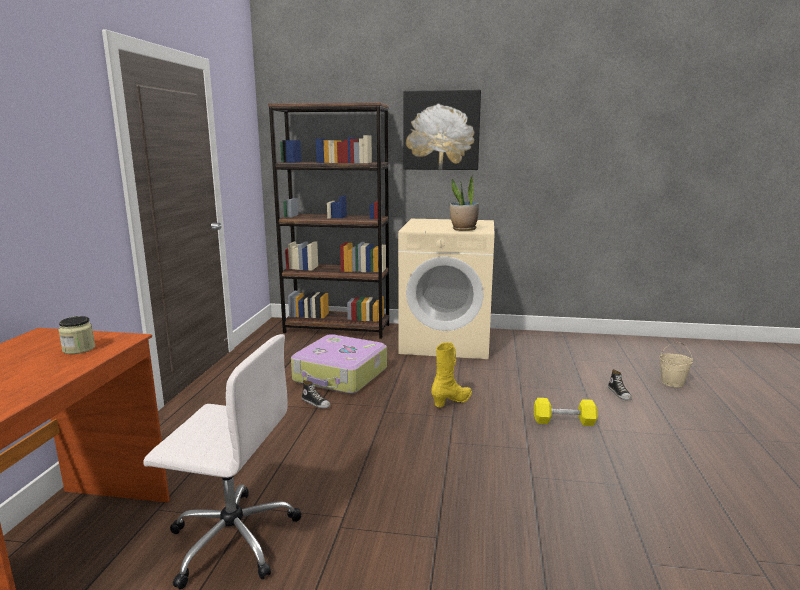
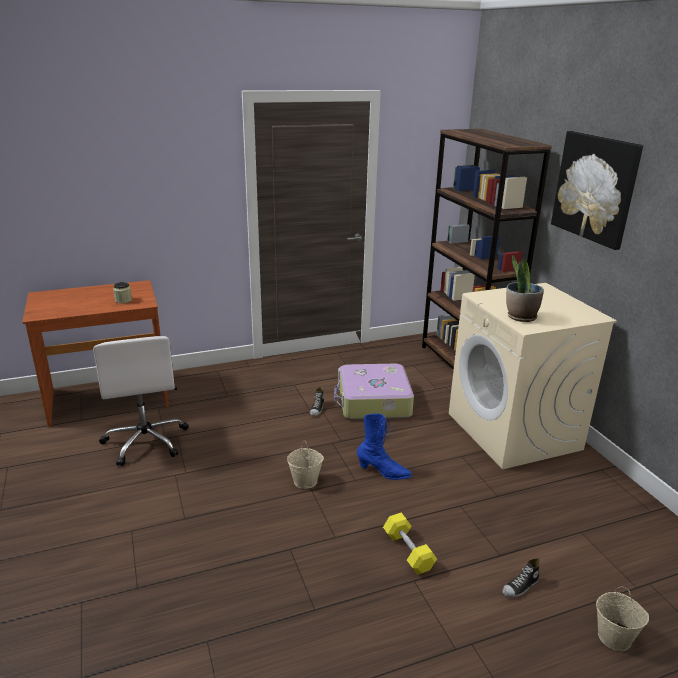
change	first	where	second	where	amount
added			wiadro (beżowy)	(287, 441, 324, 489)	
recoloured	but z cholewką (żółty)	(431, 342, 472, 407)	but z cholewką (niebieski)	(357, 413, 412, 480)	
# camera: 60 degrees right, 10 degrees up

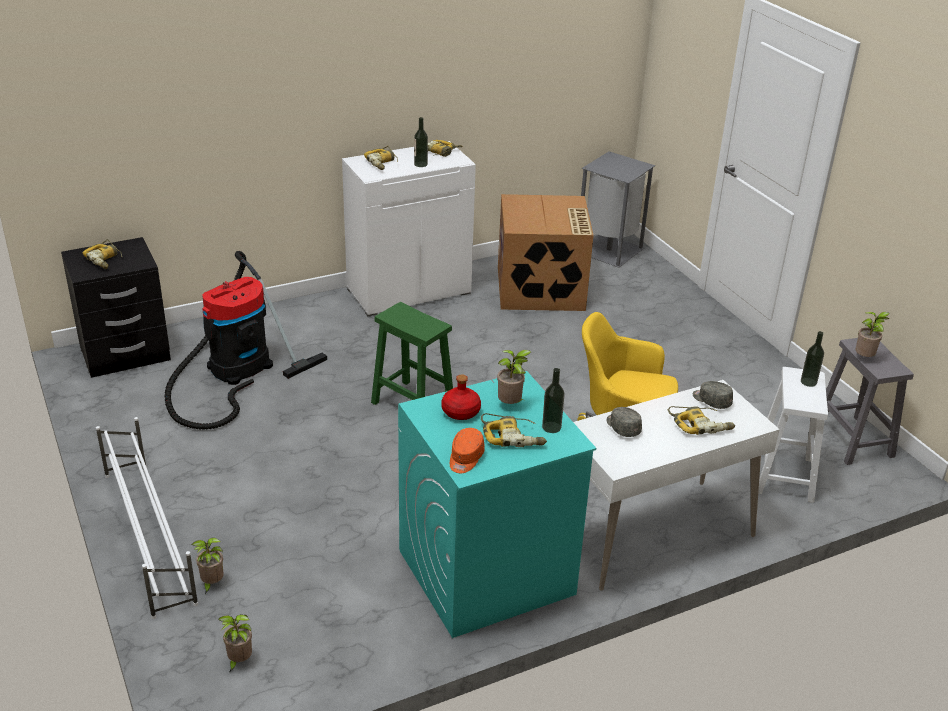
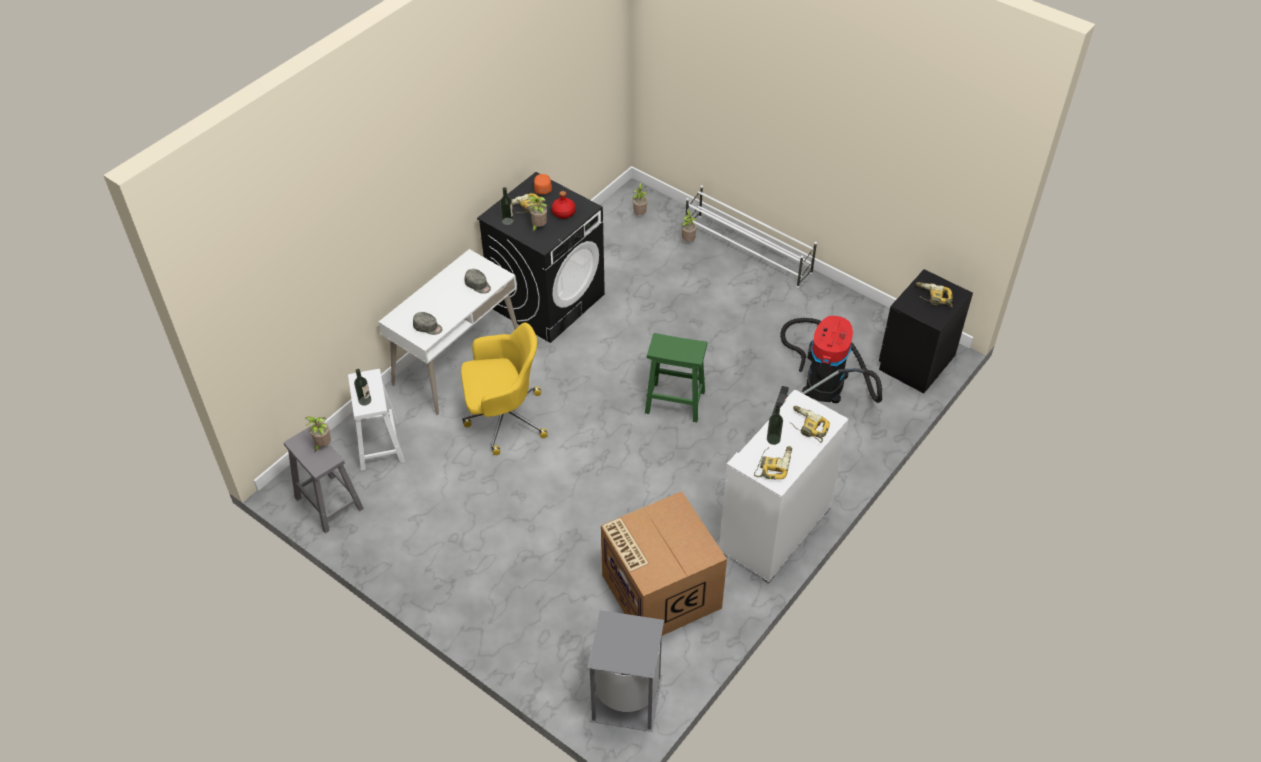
change	first	where	second	where	amount
recoloured	pralka (turkusowy)	(398, 371, 596, 638)	pralka (czarny)	(477, 172, 605, 343)	
removed	wiertarka	(668, 406, 735, 435)			
# camera: 155 degrees right, 15 degrees up

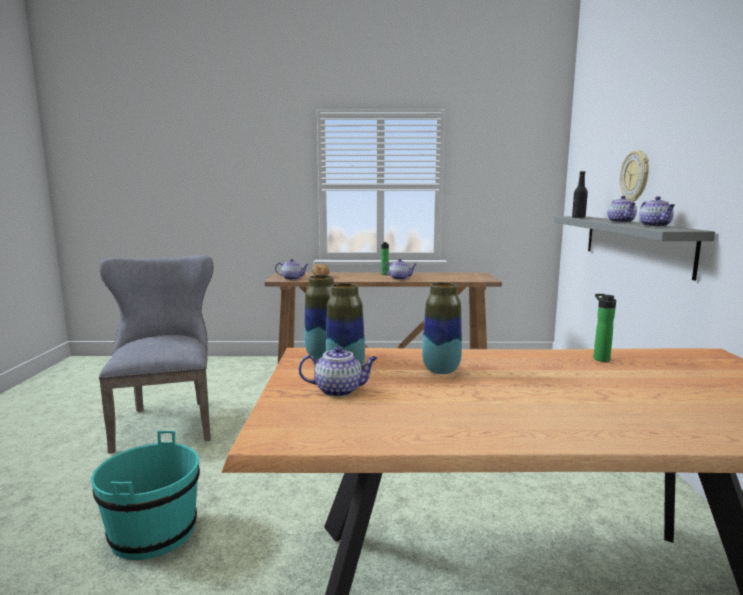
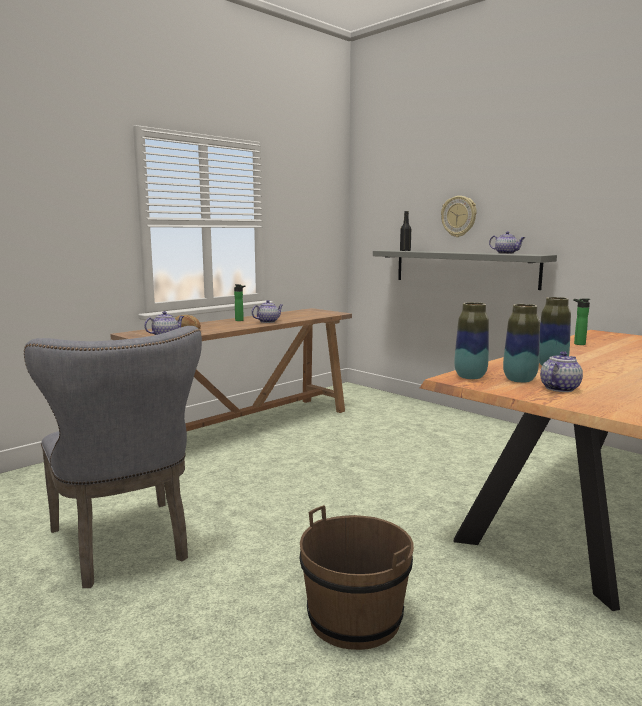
change	first	where	second	where	amount
turned	krzesło (szary)	(99, 255, 213, 454)		(24, 326, 202, 588)	150 degrees counterclockwise
recoloured	wiadro (turkusowy)	(91, 431, 200, 560)	wiadro (brązowy)	(299, 505, 414, 650)	
removed	imbryk	(607, 196, 637, 223)			
# camera: 45 degrees left, 0 degrees up

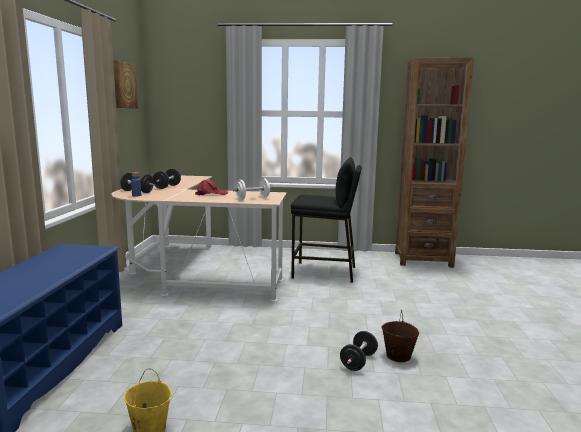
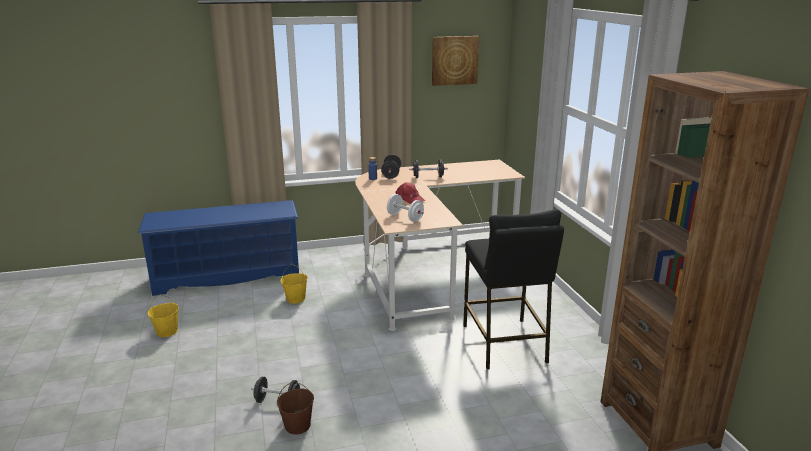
change	first	where	second	where	amount
added			wiadro (żółty)	(281, 264, 308, 304)	
# camera: 70 degrees right, 10 degrees up

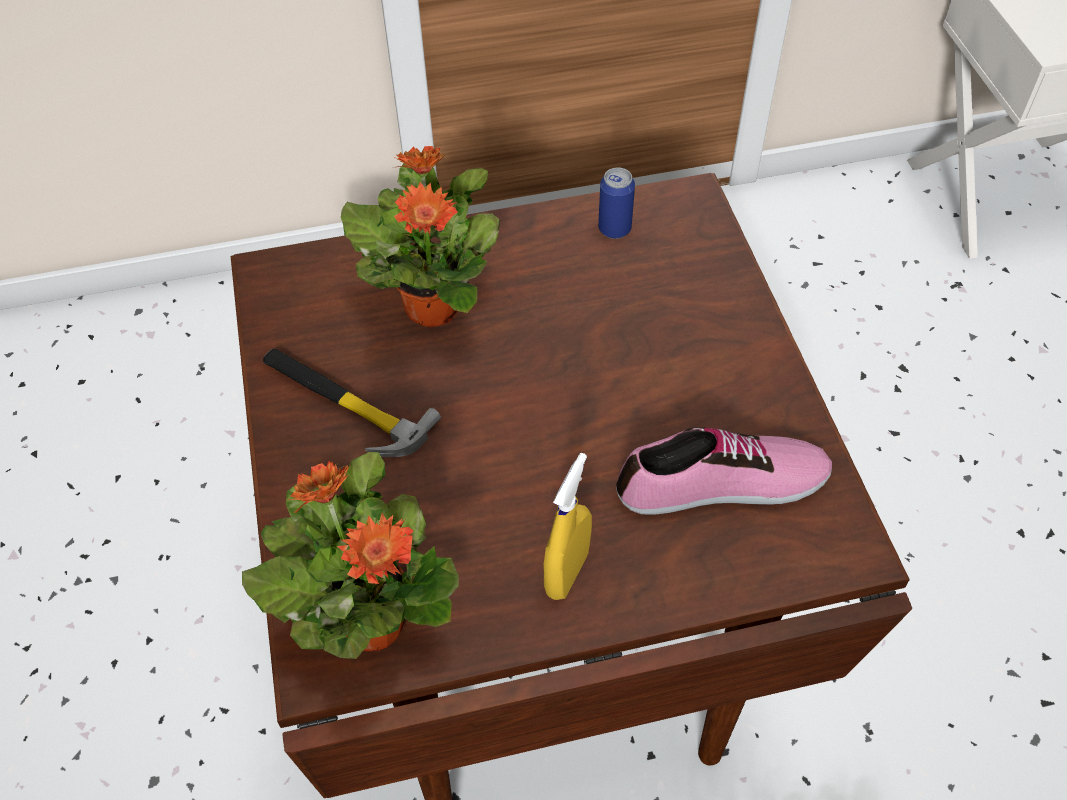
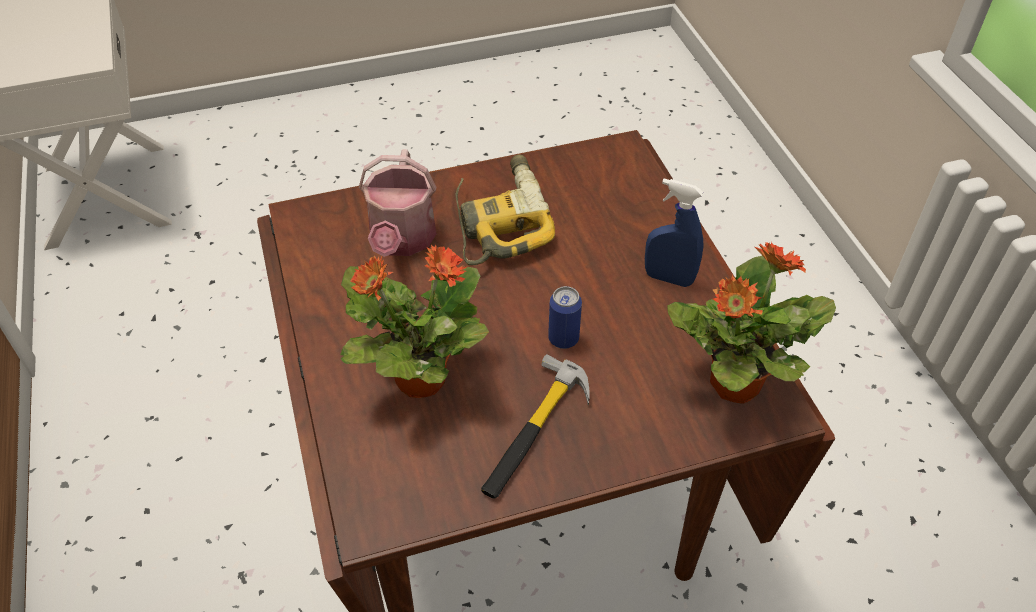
change	first	where	second	where	amount
added			konewka	(359, 149, 437, 257)	
added			wiertarka	(456, 155, 555, 265)	
moved	puszka	(598, 167, 635, 239)		(548, 286, 582, 349)	
recoloured	spryskiwacz (żółty)	(544, 453, 592, 600)	spryskiwacz (niebieski)	(645, 179, 703, 287)	
removed	but	(616, 427, 832, 515)			
# camera: 95 degrees left, 5 degrees down

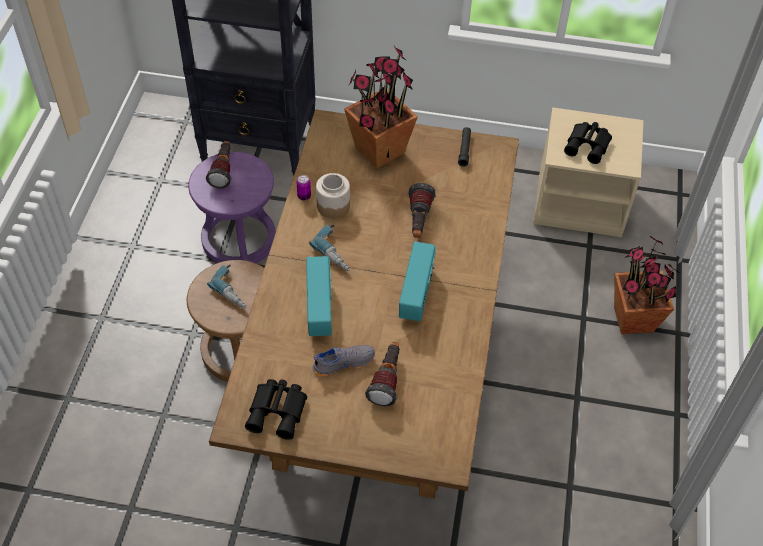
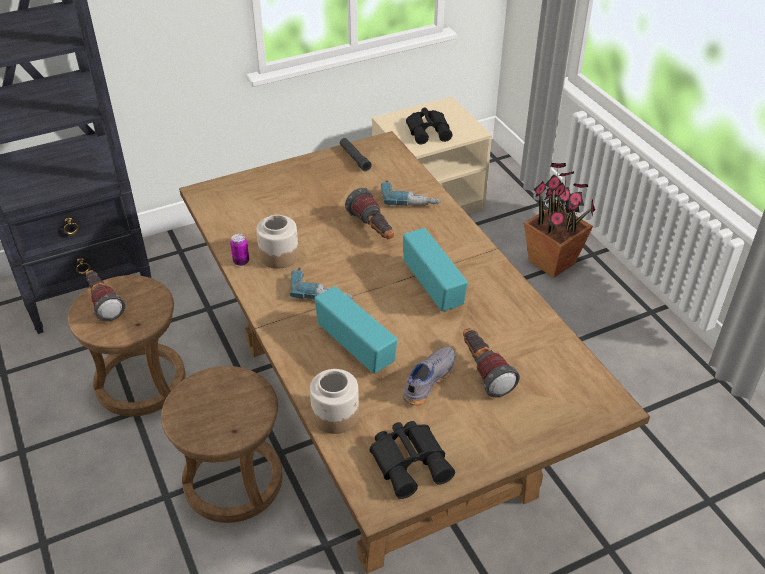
change	first	where	second	where	amount
recoloured	stołek (fioletowy)	(188, 152, 276, 263)	stołek (brązowy)	(68, 275, 186, 416)	
added			słoik	(310, 369, 359, 434)	
moved	wiertarka	(207, 264, 247, 309)		(381, 180, 441, 206)	
removed	roślina doniczkowa	(344, 46, 418, 168)			
# camera: 35 degrees left, 10 degrees down

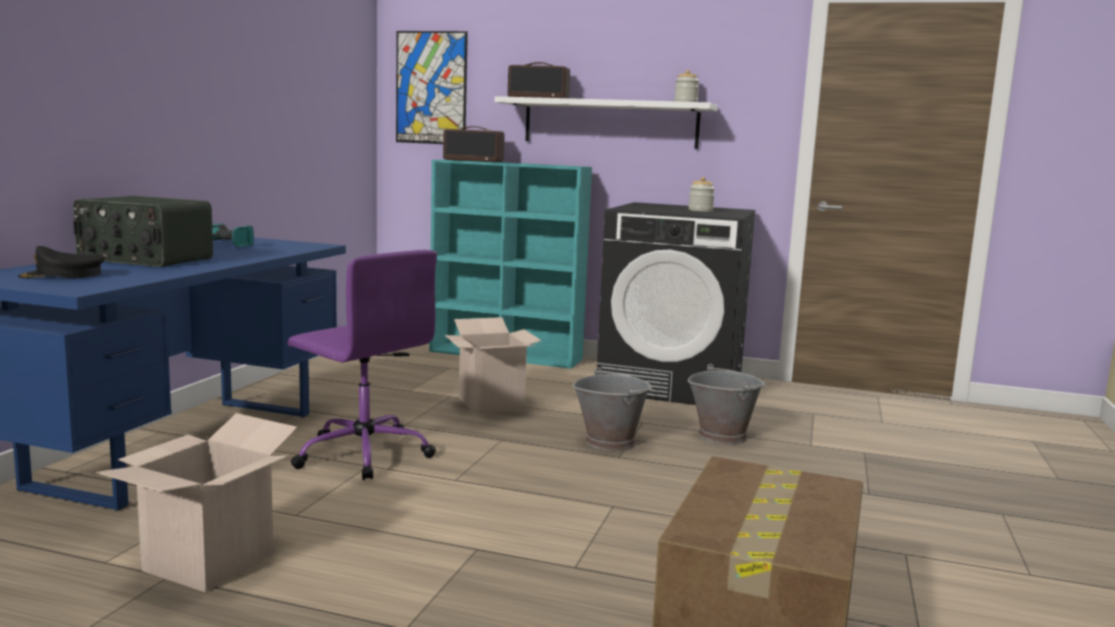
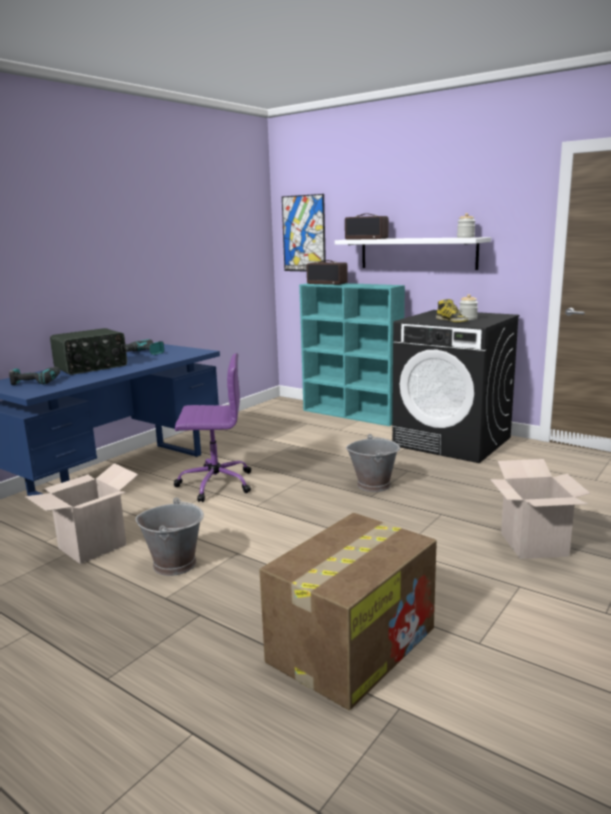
change	first	where	second	where	amount
replaced	czapka z daszkiem (czarny)	(18, 246, 105, 278)	wiertarka	(9, 367, 60, 385)	
turned	radio	(73, 196, 213, 267)		(50, 328, 127, 375)	75 degrees counterclockwise
moved	wiadro (szary)	(688, 364, 765, 444)		(136, 497, 204, 576)	
turned	krzesło biurowe (fioletowy)	(288, 250, 437, 480)		(173, 353, 251, 502)	60 degrees counterclockwise
added			but z cholewką	(436, 299, 468, 322)	
moved	karton	(445, 317, 542, 414)		(490, 459, 590, 559)	
# camera: 20 degrees right, 5 degrees up

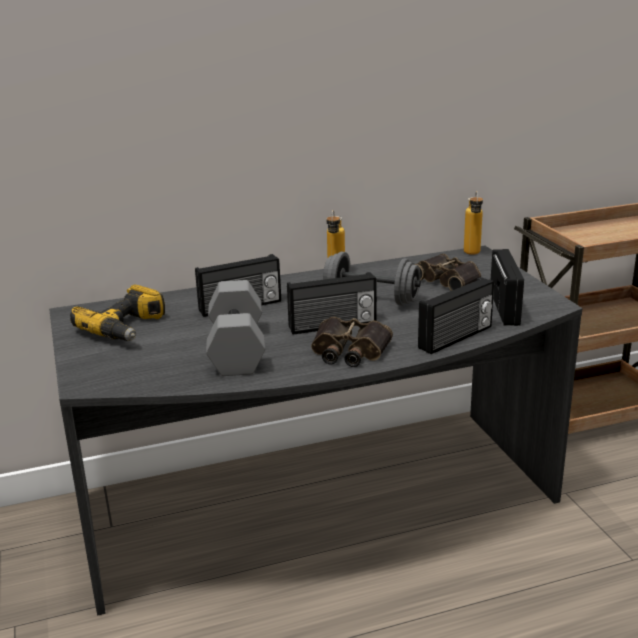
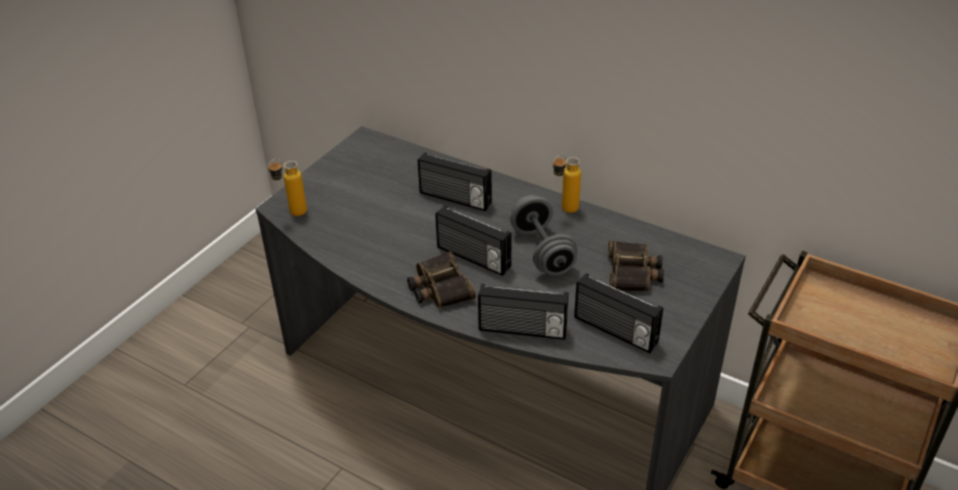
change	first	where	second	where	amount
moved	butelka	(464, 191, 483, 255)		(268, 159, 307, 216)	
turned	radio	(491, 249, 524, 326)		(574, 273, 663, 353)	75 degrees clockwise
removed	wiertarka	(70, 285, 165, 341)			
removed	hantel (szary)	(206, 280, 265, 376)			
# camera: 50 degrees right, 15 degrees up

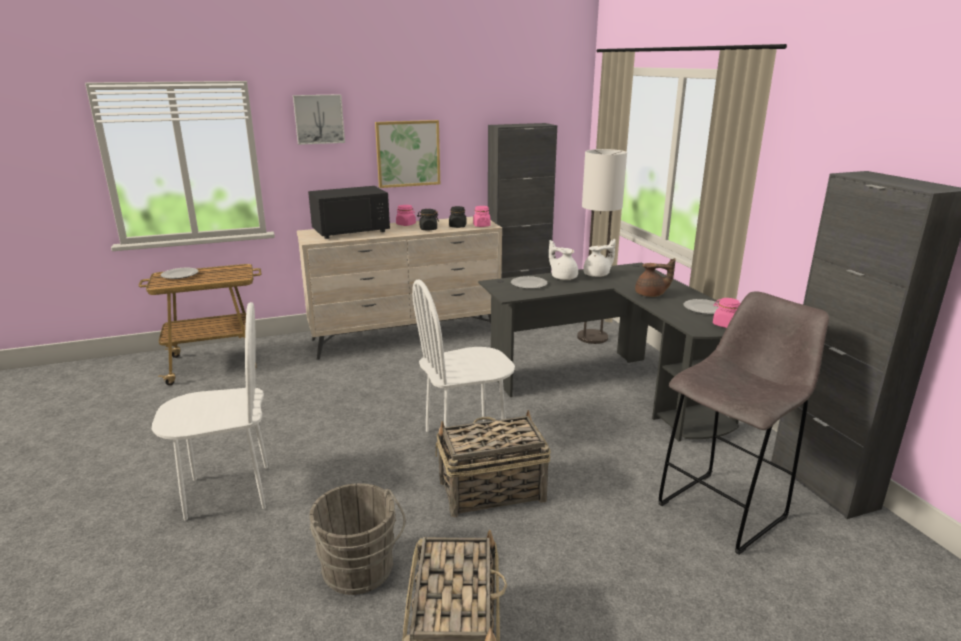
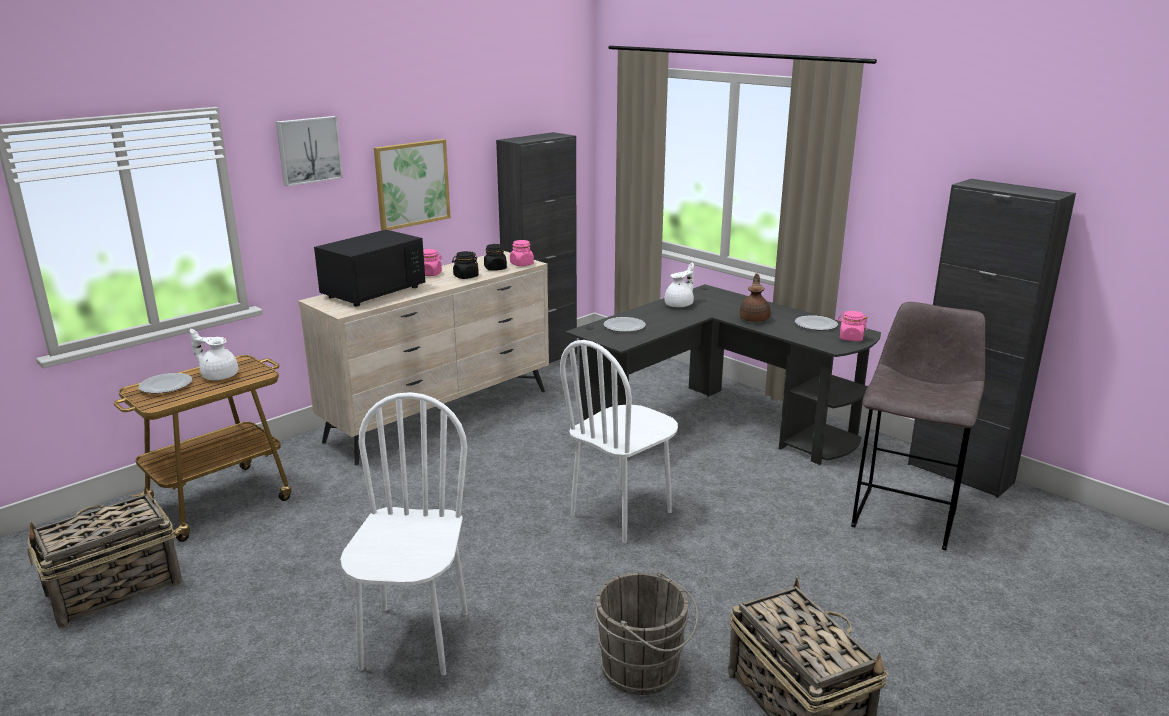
change	first	where	second	where	amount
moved	koszyk	(436, 410, 551, 517)		(27, 487, 182, 628)	
moved	imbryk (biały)	(549, 240, 578, 280)		(190, 329, 238, 380)	
turned	krzesło (biały)	(152, 302, 268, 521)		(340, 392, 468, 675)	45 degrees counterclockwise
turned	imbryk (brązowy)	(635, 258, 676, 297)		(740, 273, 771, 322)	60 degrees counterclockwise
removed	lampa stojąca	(577, 149, 627, 344)			
# camera: 25 degrees left, 0 degrees up

